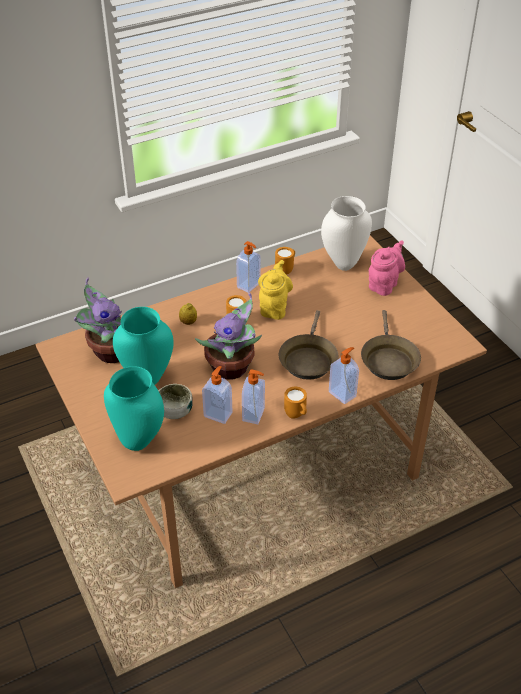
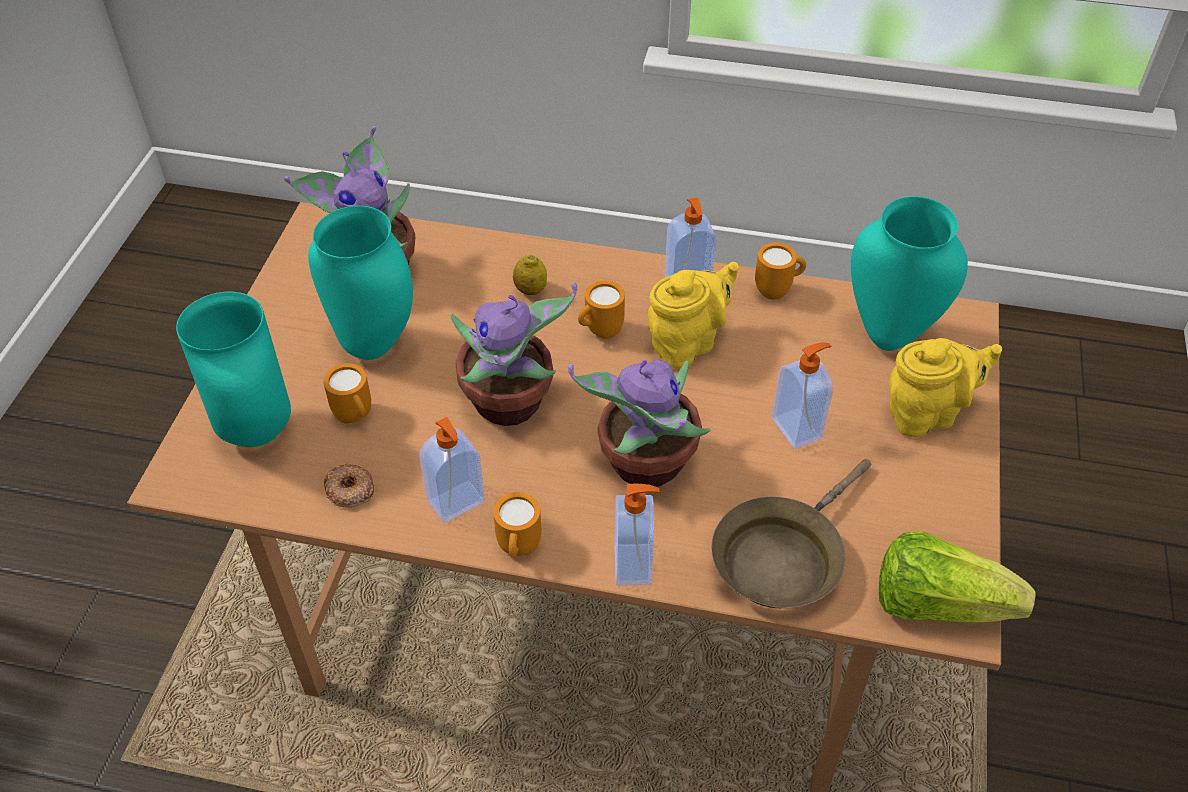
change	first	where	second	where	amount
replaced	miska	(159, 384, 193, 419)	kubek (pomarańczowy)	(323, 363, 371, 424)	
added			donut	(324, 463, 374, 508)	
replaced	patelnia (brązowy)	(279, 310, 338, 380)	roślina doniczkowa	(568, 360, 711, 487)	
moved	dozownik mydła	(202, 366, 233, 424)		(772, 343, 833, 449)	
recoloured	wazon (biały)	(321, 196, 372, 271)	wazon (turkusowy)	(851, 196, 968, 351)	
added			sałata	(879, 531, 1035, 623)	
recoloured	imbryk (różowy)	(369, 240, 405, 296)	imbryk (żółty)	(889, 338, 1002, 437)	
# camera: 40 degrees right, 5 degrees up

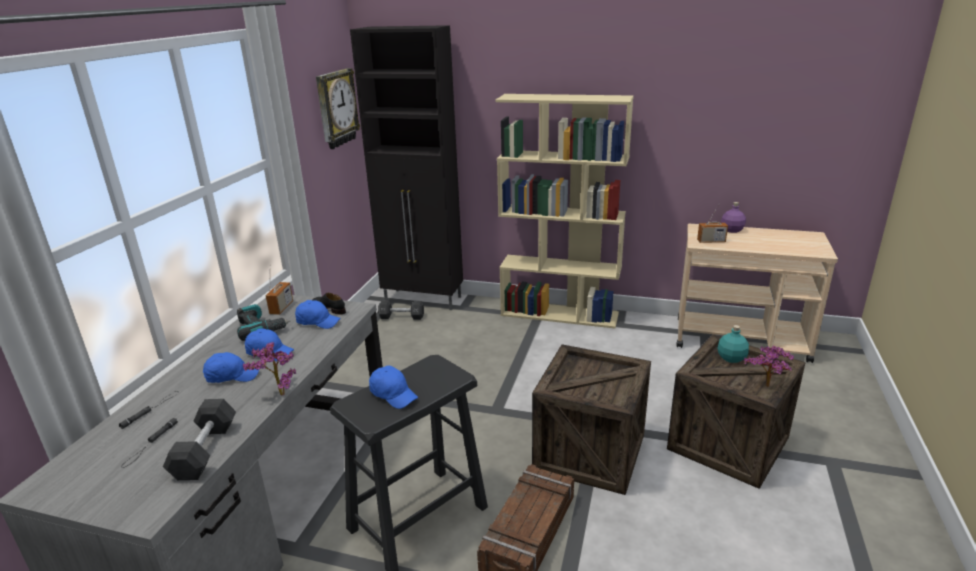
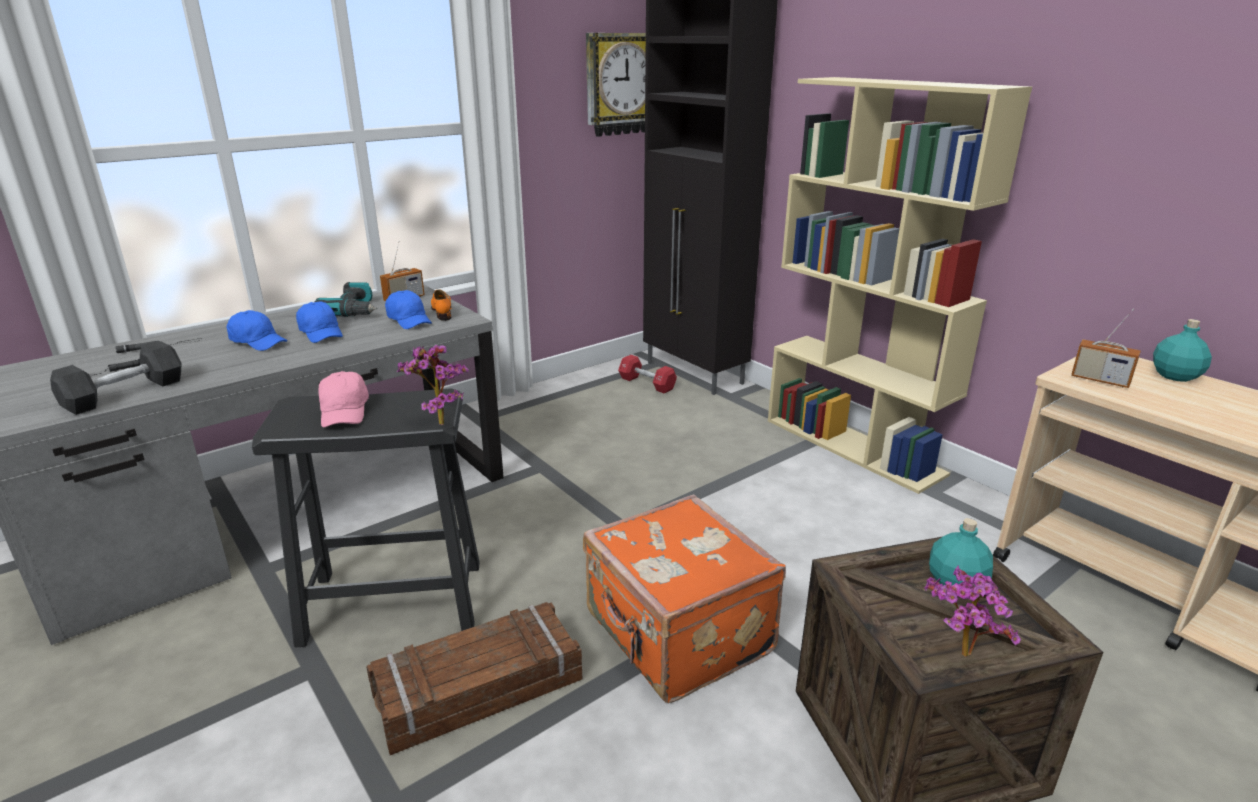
change	first	where	second	where	amount
recoloured	czapka z daszkiem (niebieski)	(369, 366, 418, 409)	czapka z daszkiem (różowy)	(319, 371, 369, 427)	
moved	roślina doniczkowa	(243, 342, 296, 396)		(397, 345, 469, 425)	
recoloured	but (czarny)	(313, 293, 346, 315)	but (pomarańczowy)	(431, 289, 451, 321)	
replaced	skrzynka	(532, 345, 651, 495)	walizka (pomarańczowy)	(583, 494, 786, 703)	
recoloured	hantel (czarny)	(378, 300, 424, 320)	hantel (czerwony)	(618, 355, 677, 394)	
recoloured	butelka (fioletowy)	(721, 202, 746, 233)	butelka (turkusowy)	(1153, 319, 1212, 382)	
# camera: 35 degrees right, 0 degrees up

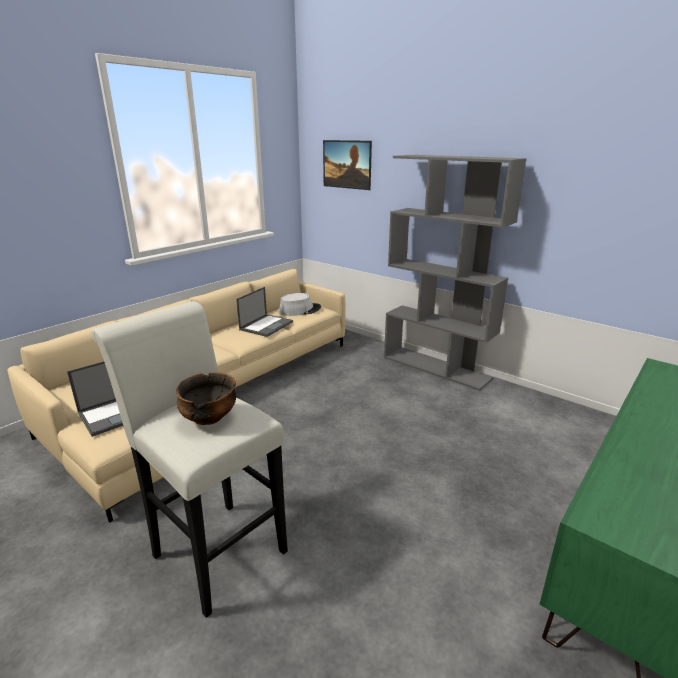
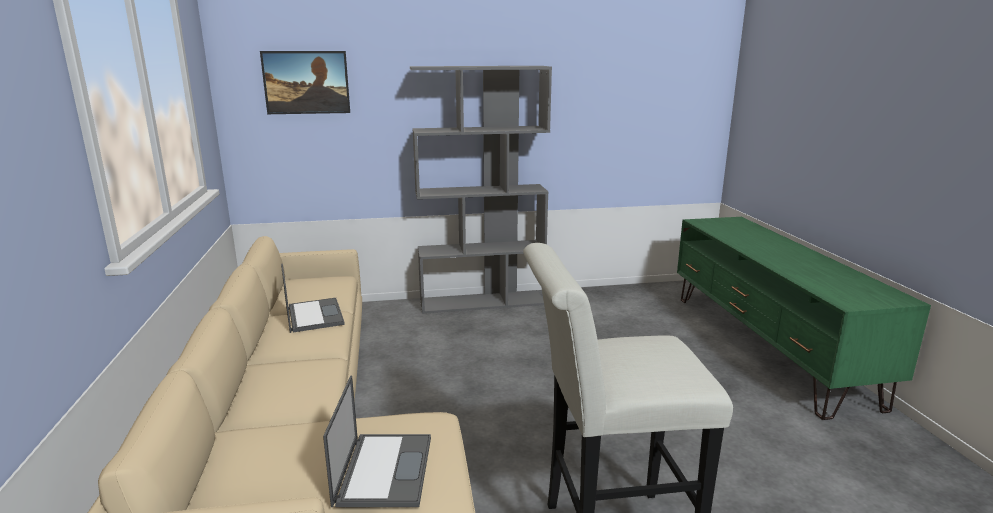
change	first	where	second	where	amount
removed	miska	(176, 372, 236, 425)			
removed	kapelusz (szary)	(278, 293, 321, 316)			
# camera: 50 degrees left, 5 degrees down

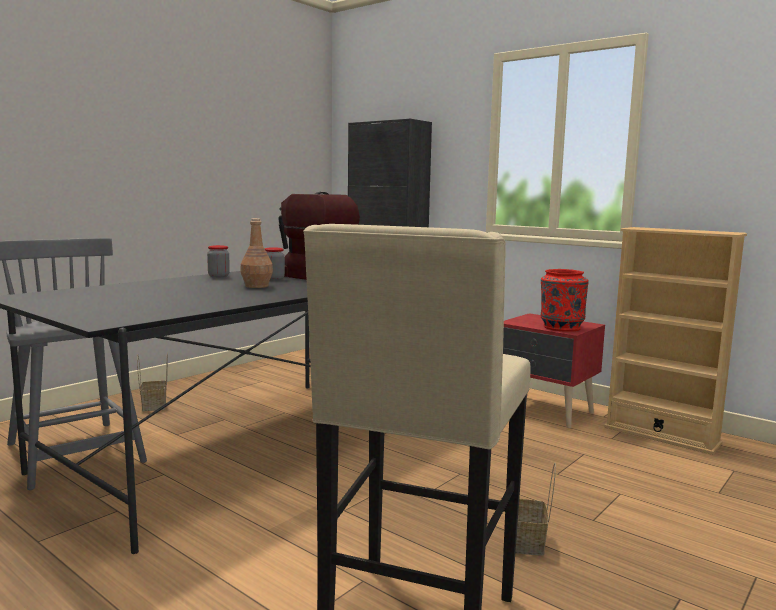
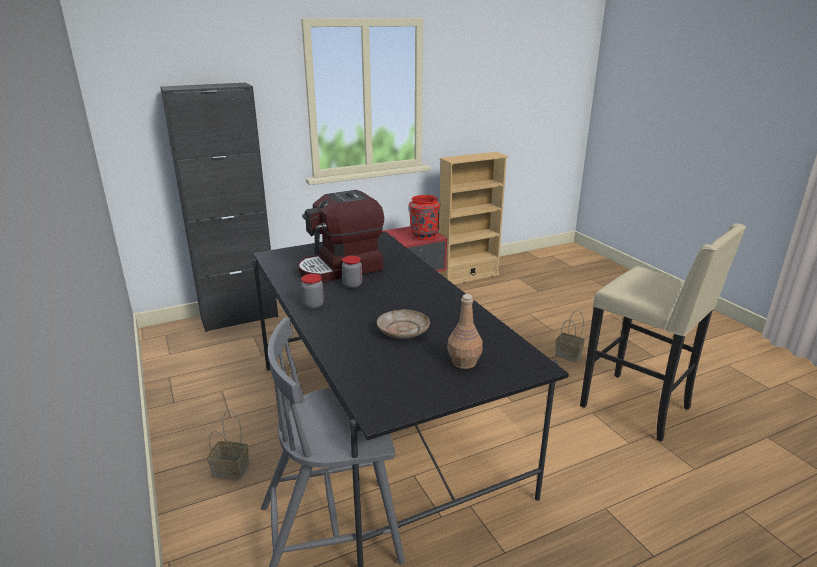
change	first	where	second	where	amount
added			talerz (beżowy)	(377, 310, 430, 339)	
moved	butelka (brązowy)	(240, 218, 273, 288)		(447, 294, 483, 369)	
# camera: 65 degrees left, 15 degrees up

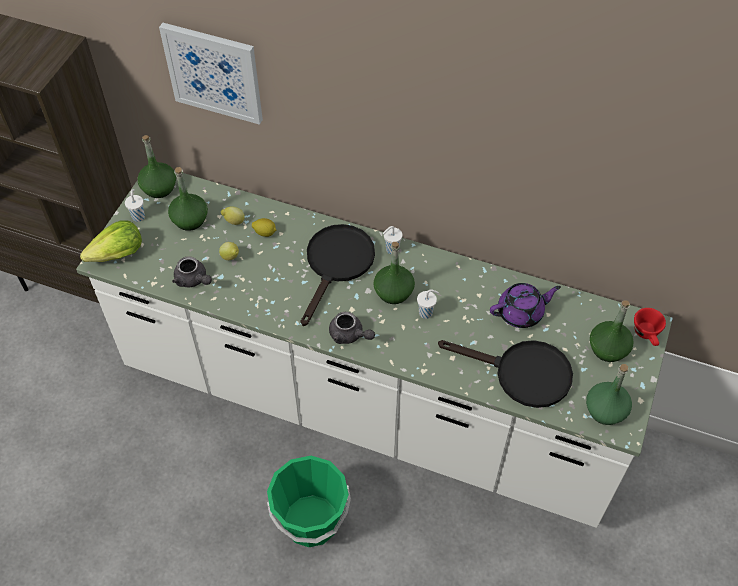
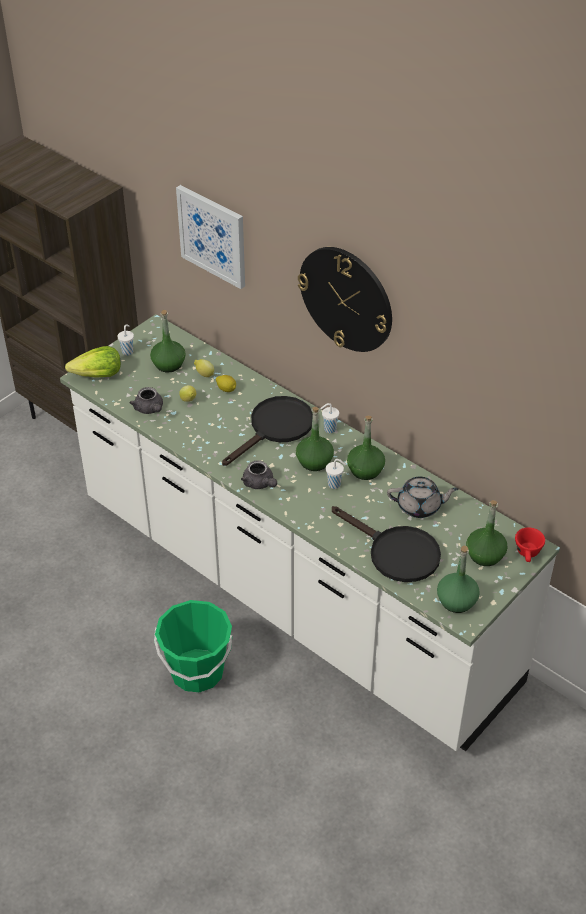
change	first	where	second	where	amount
added			zegar ścienny	(298, 247, 392, 352)	
moved	butelka (zielony)	(137, 135, 176, 198)		(347, 416, 385, 480)	
recoloured	imbryk (fioletowy)	(490, 283, 561, 328)	imbryk (szary)	(387, 477, 459, 518)	
# camera: 20 degrees right, 10 degrees down

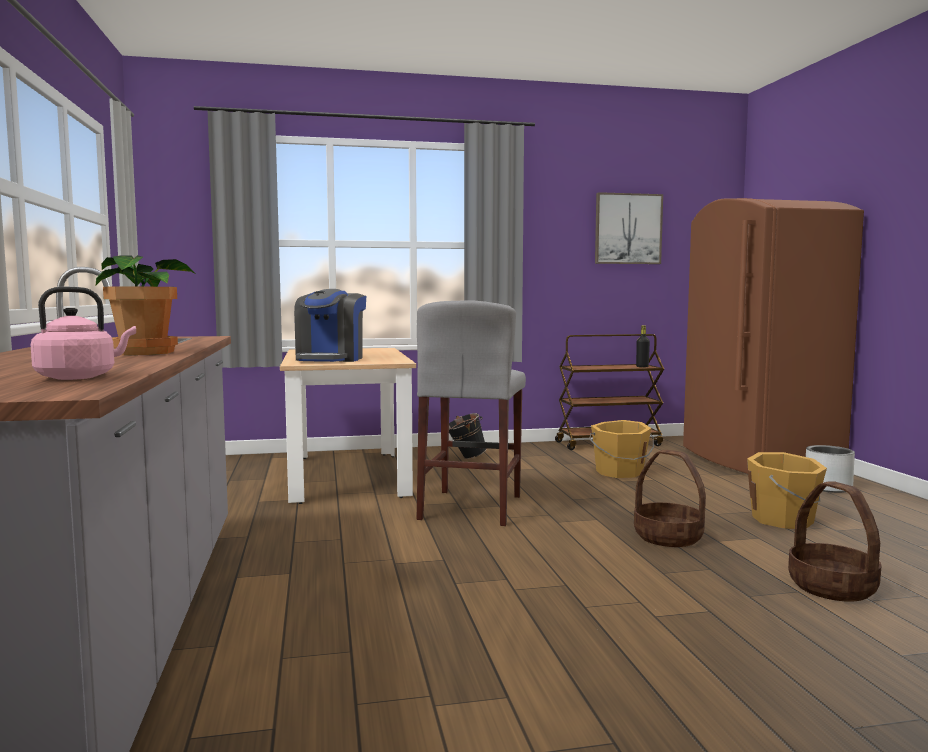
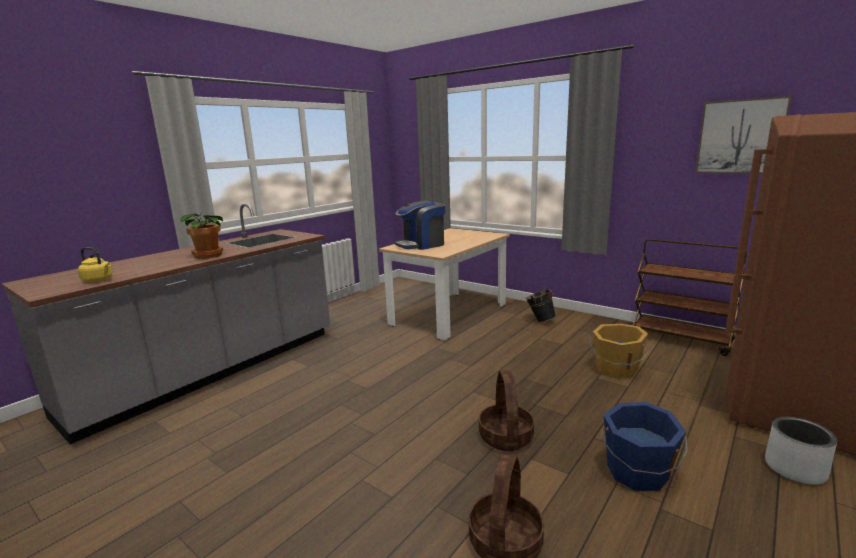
change	first	where	second	where	amount
recoloured	czajnik (różowy)	(31, 287, 136, 380)	czajnik (żółty)	(78, 247, 113, 282)	
recoloured	wiadro (pomarańczowy)	(747, 452, 827, 529)	wiadro (niebieski)	(601, 402, 687, 491)	
removed	stołek (szary)	(417, 300, 526, 526)			
removed	butelka (czarny)	(636, 325, 650, 368)			
# camera: 50 degrees right, 10 degrees up

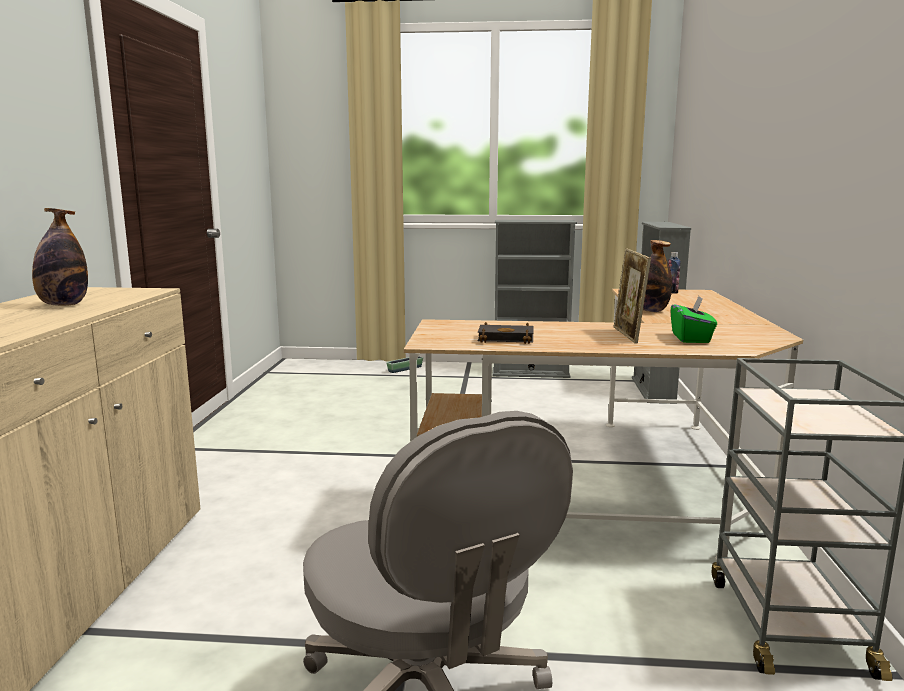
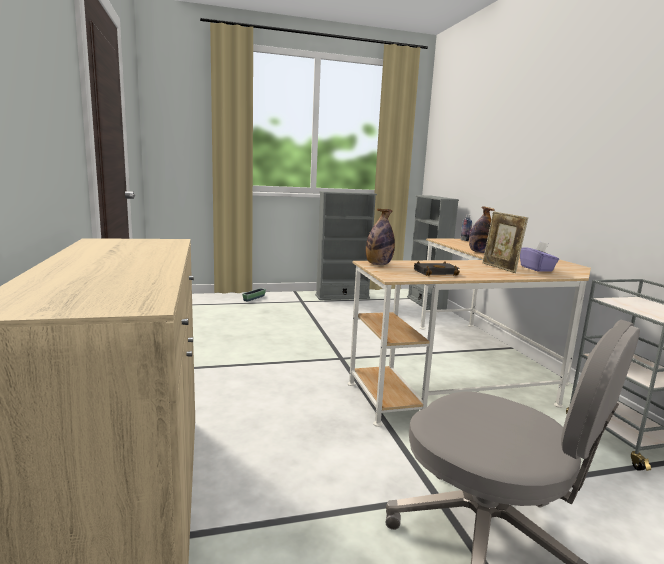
change	first	where	second	where	amount
moved	butelka	(32, 208, 88, 306)		(366, 209, 395, 265)	
recoloured	pudełko chusteczek (zielony)	(671, 296, 717, 343)	pudełko chusteczek (fioletowy)	(520, 242, 559, 272)	
# camera: 20 degrees left, 0 degrees up

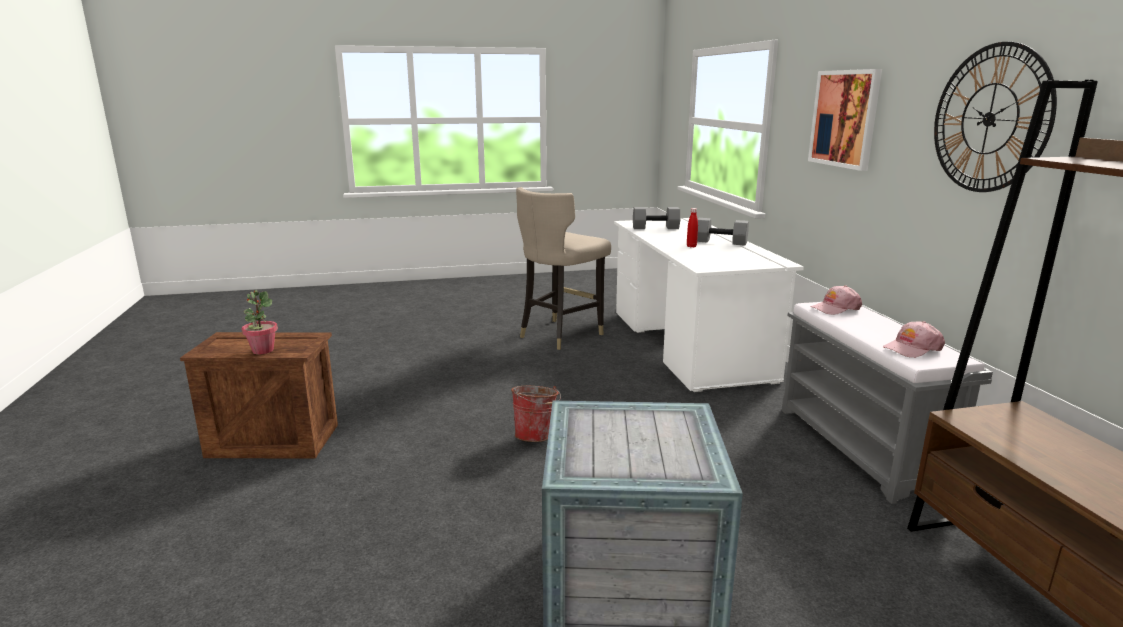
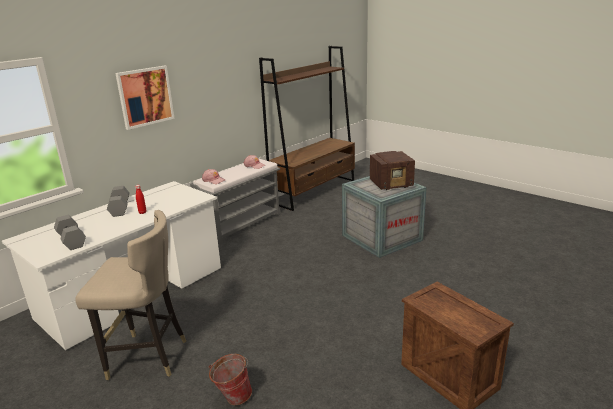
change	first	where	second	where	amount
moved	wiadro	(511, 386, 561, 442)		(209, 354, 252, 405)	
added			radio	(370, 151, 415, 190)	
removed	roślina doniczkowa	(241, 290, 278, 354)			
removed	zegar ścienny	(934, 42, 1057, 192)			
# camera: 125 degrees left, 5 degrees up

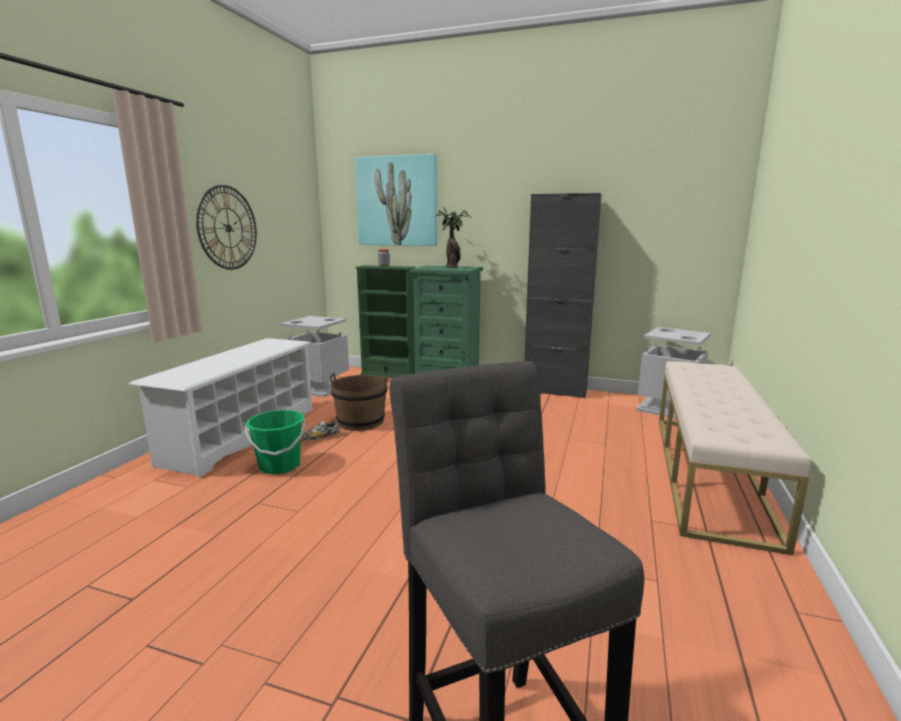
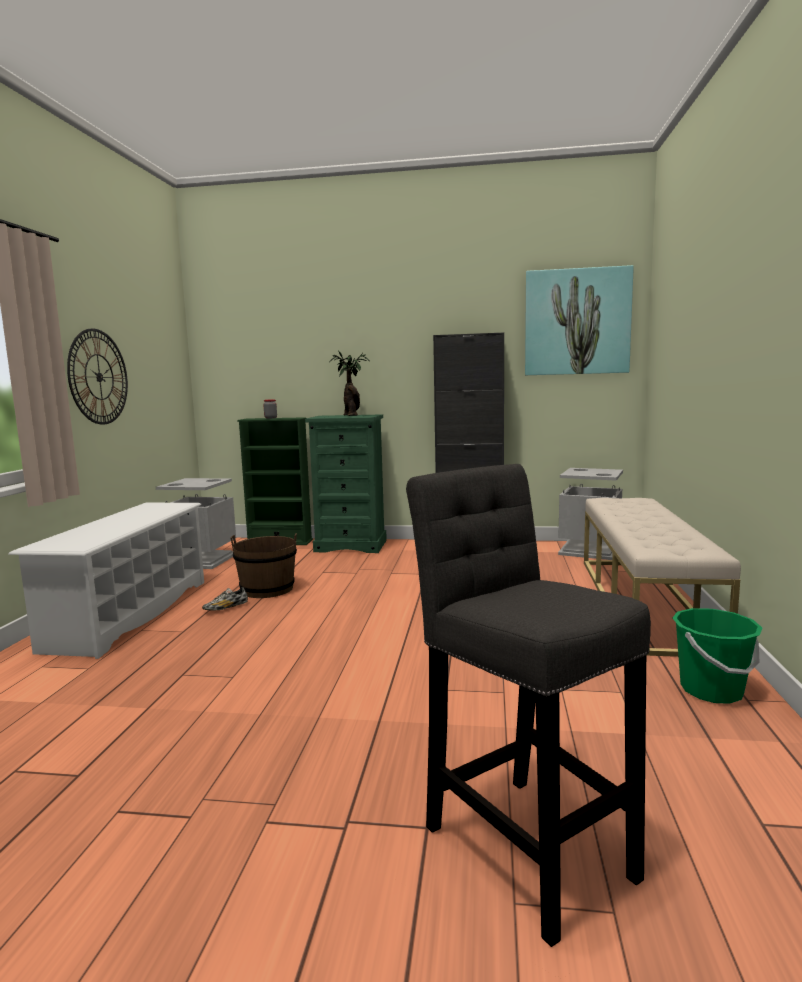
change	first	where	second	where	amount
moved	obraz	(355, 154, 437, 246)		(525, 265, 634, 375)	
moved	wiadro (zielony)	(245, 410, 305, 475)		(673, 608, 762, 704)	
# camera: 10 degrees left, 5 degrees down

